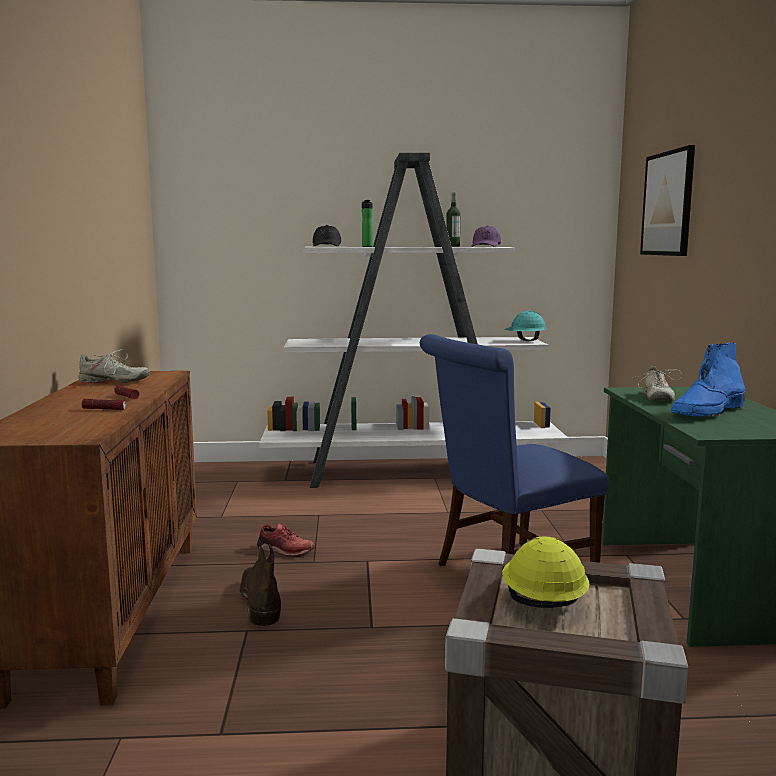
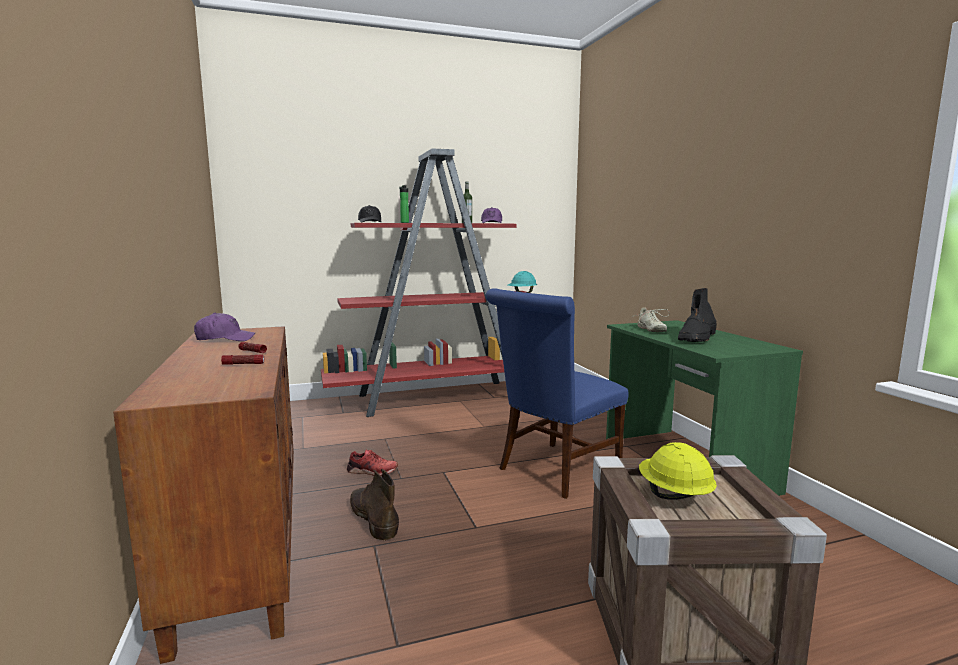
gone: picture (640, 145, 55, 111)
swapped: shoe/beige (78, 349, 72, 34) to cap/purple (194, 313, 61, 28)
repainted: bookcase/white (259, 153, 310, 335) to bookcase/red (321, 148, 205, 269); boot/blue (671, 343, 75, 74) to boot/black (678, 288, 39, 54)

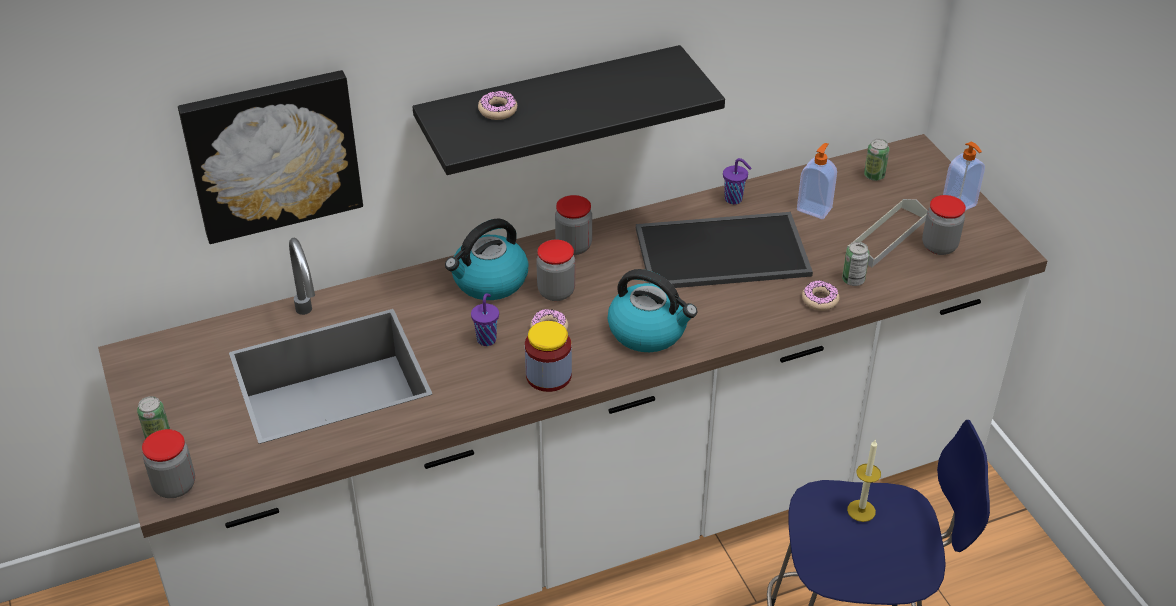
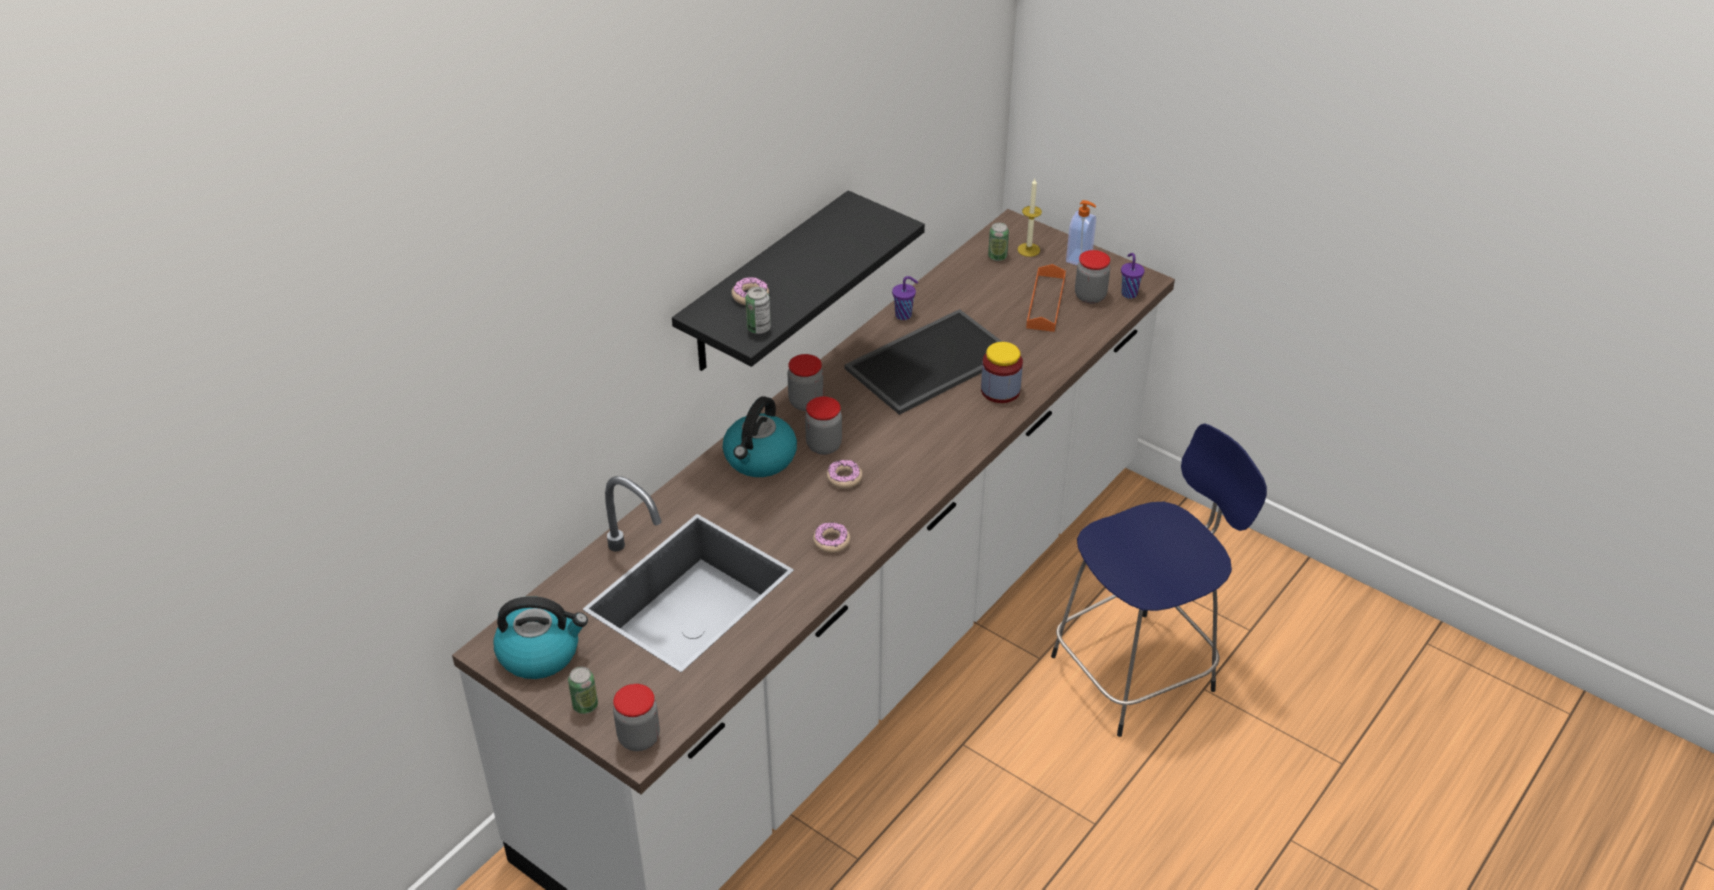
gone: picture (178, 70, 185, 174); soap dispenser (797, 143, 40, 76)
shifted: cup/purple (471, 293, 28, 53) to (1121, 253, 23, 46); jar (525, 321, 47, 71) to (981, 342, 42, 61); kettle (607, 269, 90, 83) to (493, 596, 95, 83); donut (802, 280, 37, 31) to (813, 523, 37, 30); can (842, 242, 27, 44) to (745, 287, 26, 47); candle (847, 440, 34, 82) to (1018, 179, 24, 78)
repainted: tray/grey (846, 199, 82, 68) to tray/orange (1026, 264, 40, 68)

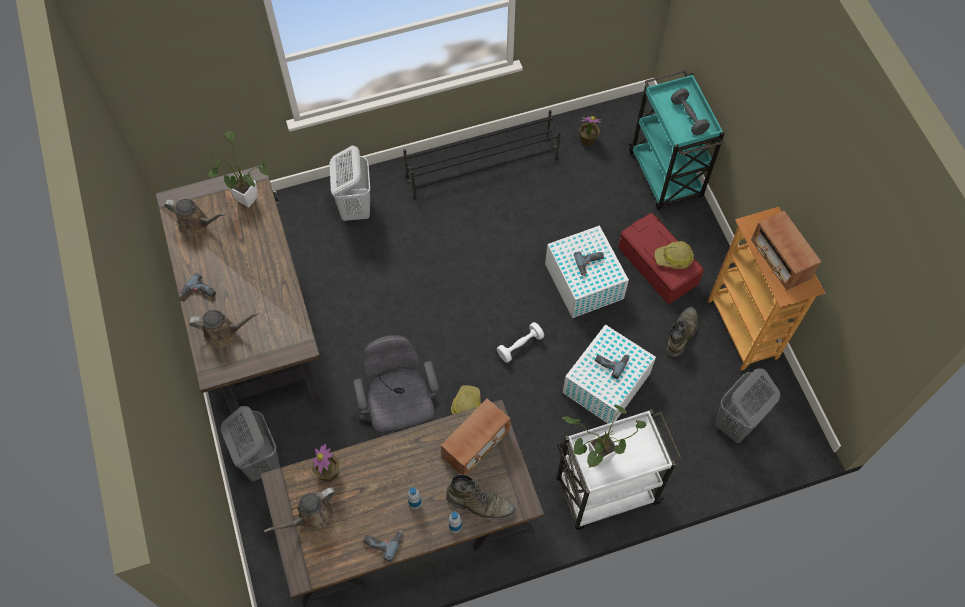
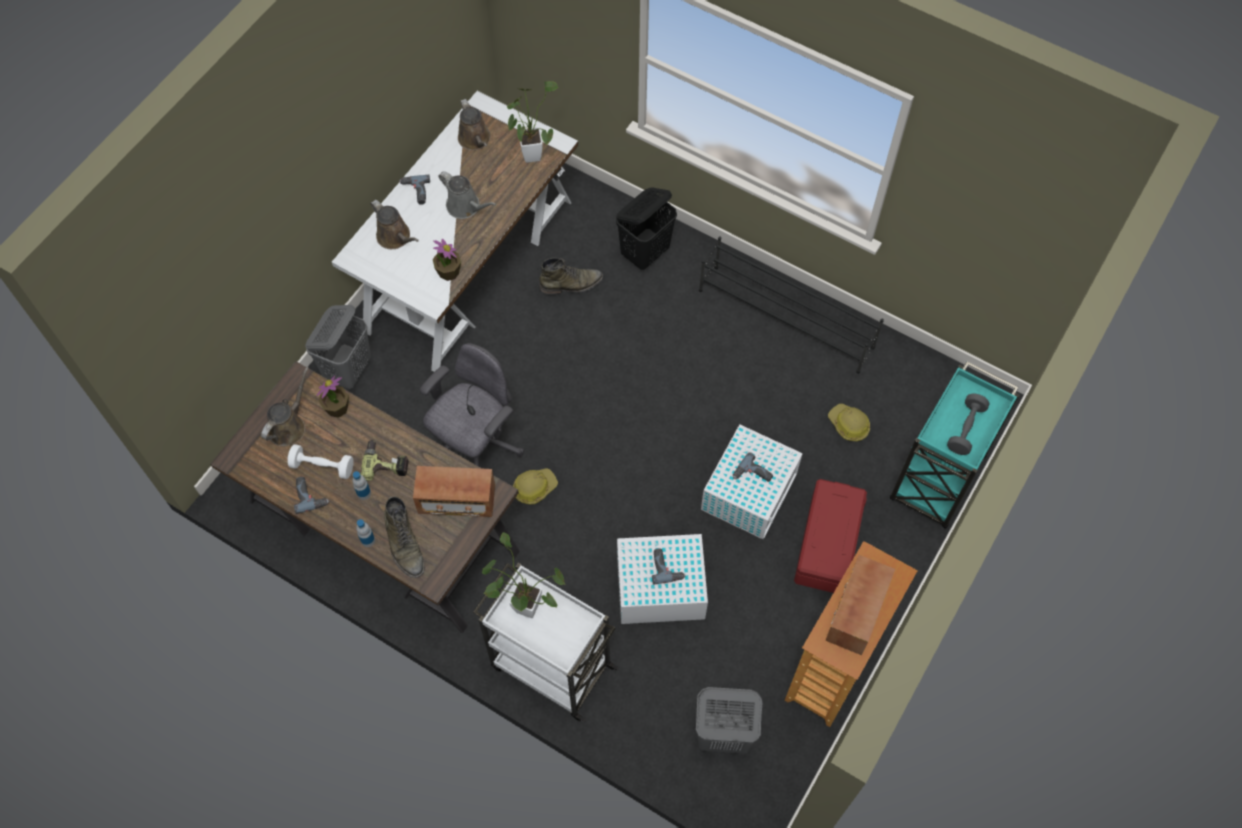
new: power drill (361, 439, 48, 42); watering can/grey (439, 171, 57, 48)
shifted: dumbbell/white (497, 322, 47, 41) to (287, 444, 67, 35); potted plant (579, 116, 22, 30) to (433, 239, 28, 42); hard hat (655, 241, 39, 28) to (828, 404, 42, 37); boot/green (667, 307, 31, 50) to (539, 258, 64, 37)
repainted: desk/brown (156, 165, 166, 260) to desk/white (332, 91, 246, 281); laundry basket/white (329, 146, 42, 75) to laundry basket/black (616, 188, 61, 82)
rotated: watering can/brown (264, 487, 72, 45) = (261, 367, 48, 79) 105 degrees clockwise

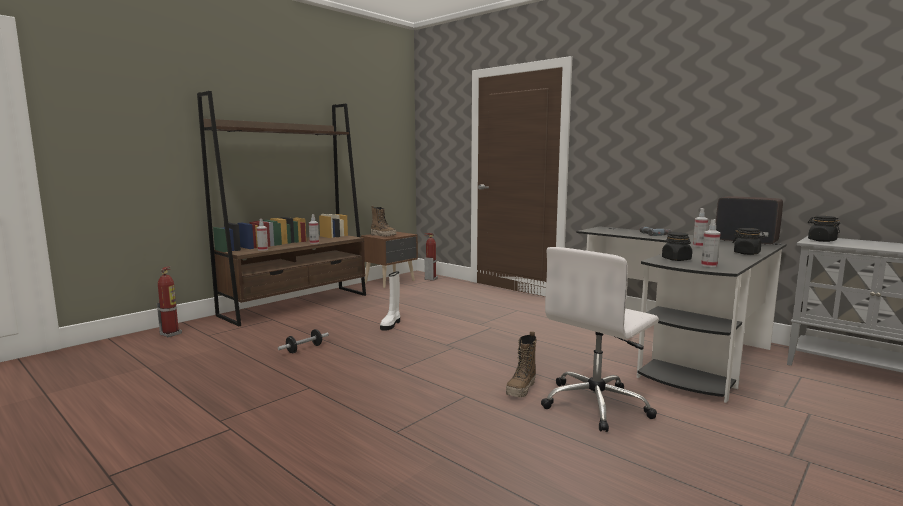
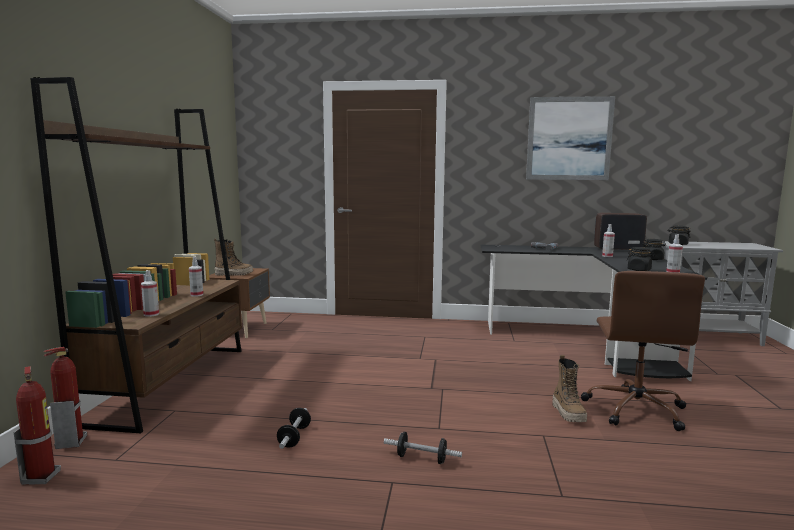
gone: boot/white (380, 271, 20, 60)
new: dumbbell (384, 432, 78, 32); picture (526, 96, 89, 84)
shifted: fire extinguisher (424, 233, 14, 48) to (43, 347, 44, 102)
repainted: office chair/white (541, 247, 118, 185) to office chair/brown (581, 271, 124, 160)

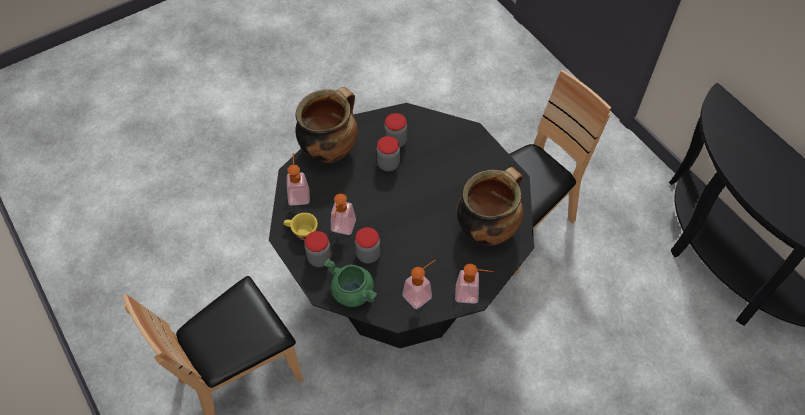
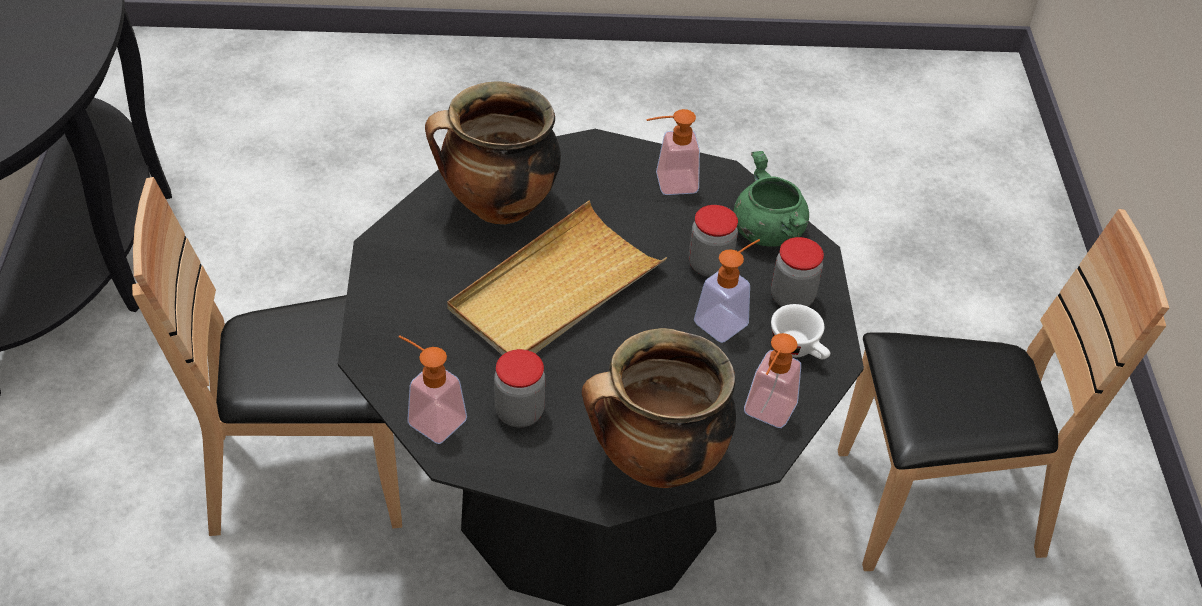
gone: jar (377, 136, 23, 35)
new: tray/beige (447, 201, 220, 154)
shifted: soap dispenser (455, 264, 39, 40) to (399, 336, 68, 108)
repainted: cup/yellow (283, 213, 35, 27) to cup/white (771, 304, 59, 55)

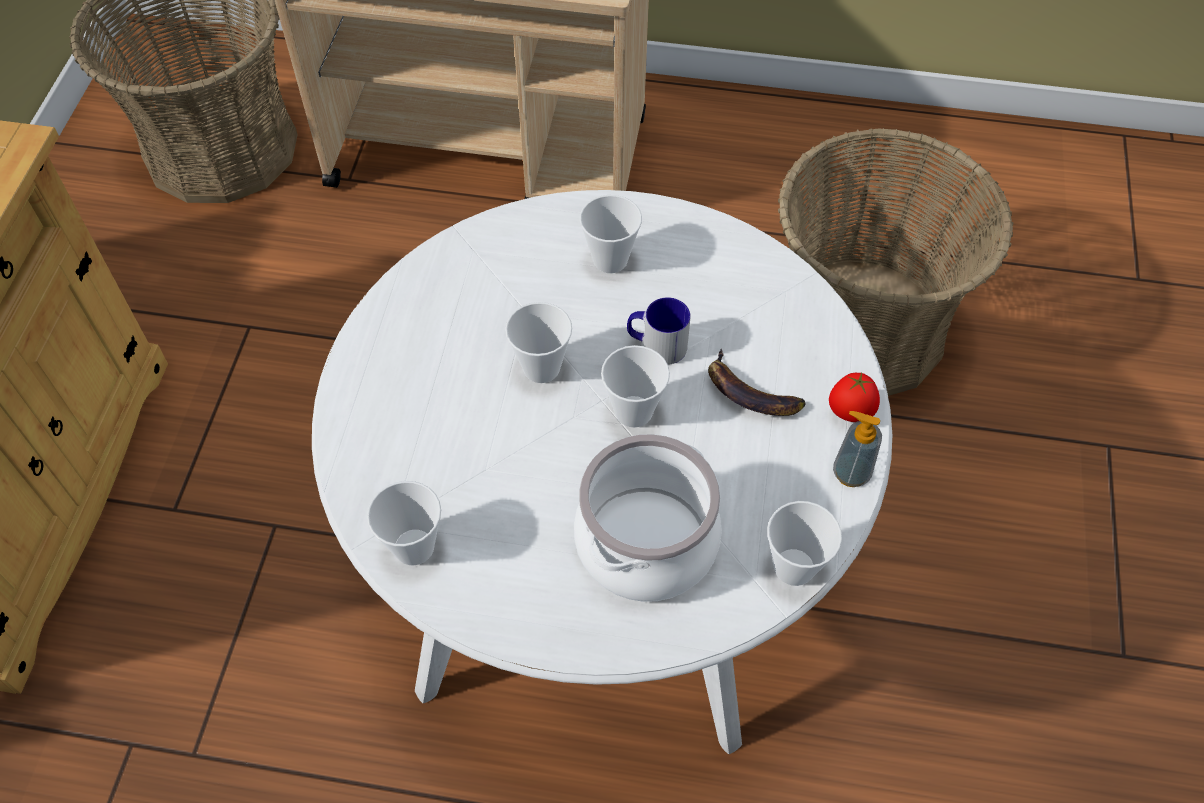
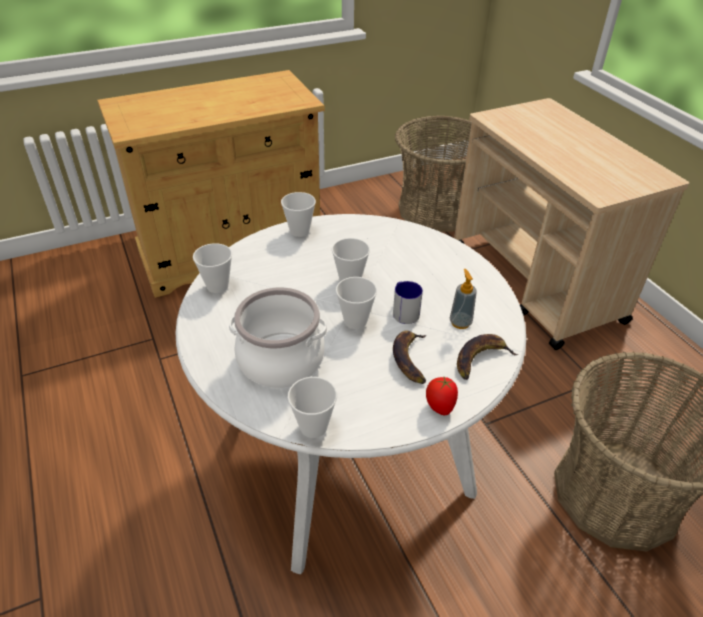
new: banana (457, 334, 61, 46)
shifted: cup (579, 195, 63, 78) to (281, 192, 35, 45); soap dispenser (833, 411, 49, 76) to (450, 269, 27, 60)

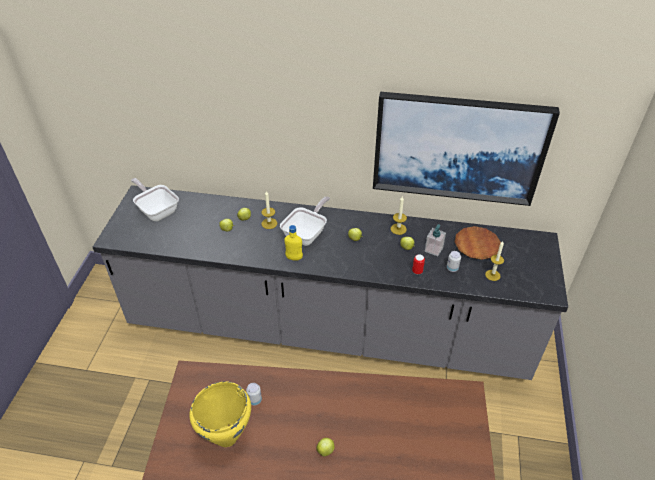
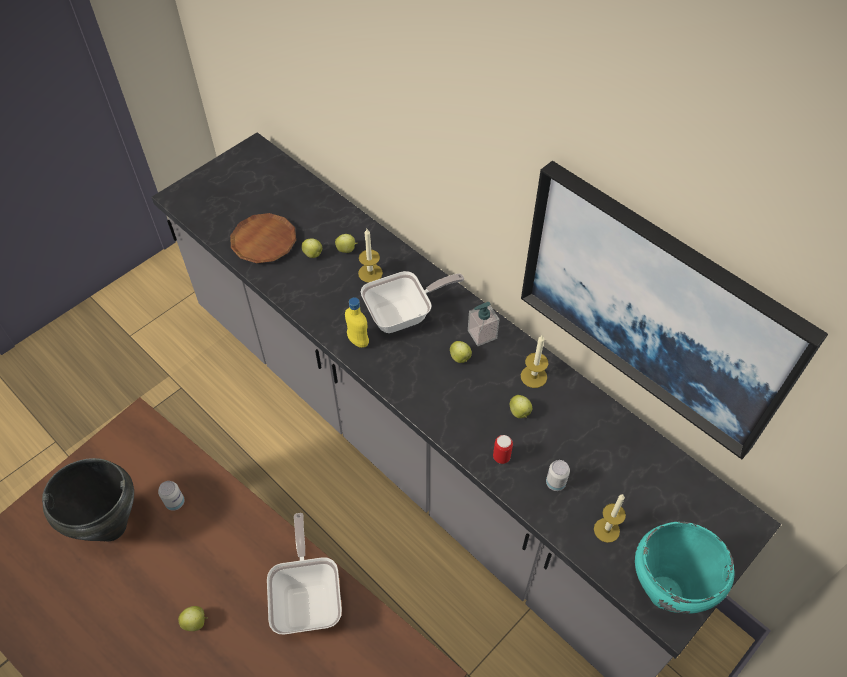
new: cooking pot/turquoise (635, 522, 99, 92)
shifted: frying pan (131, 178, 48, 43) to (267, 513, 75, 121); soap dispenser (425, 224, 21, 33) to (468, 302, 32, 44); plate/brown (455, 226, 46, 34) to (230, 213, 66, 50)
repainted: cooking pot/yellow (189, 381, 62, 66) to cooking pot/black (42, 458, 92, 84)

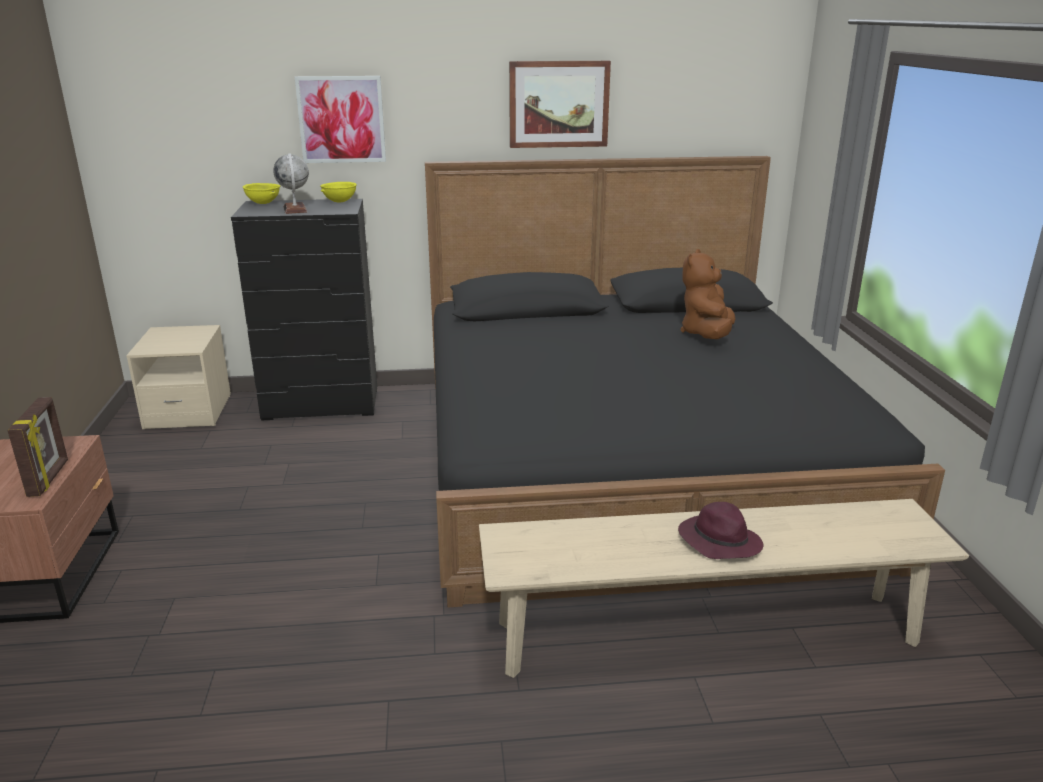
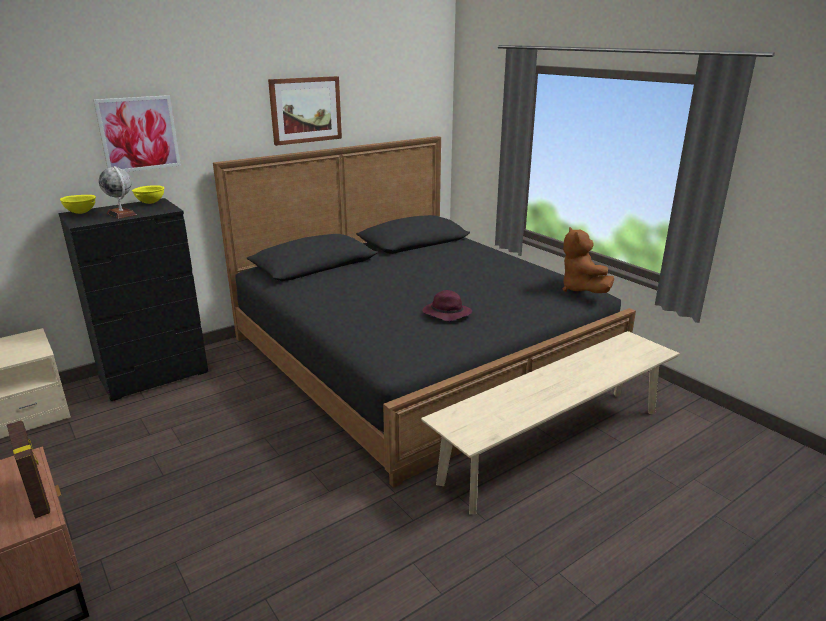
shifted: hat/purple (678, 502, 86, 57) to (422, 290, 50, 31); plush toy/brown (681, 249, 55, 90) to (563, 227, 51, 66)

